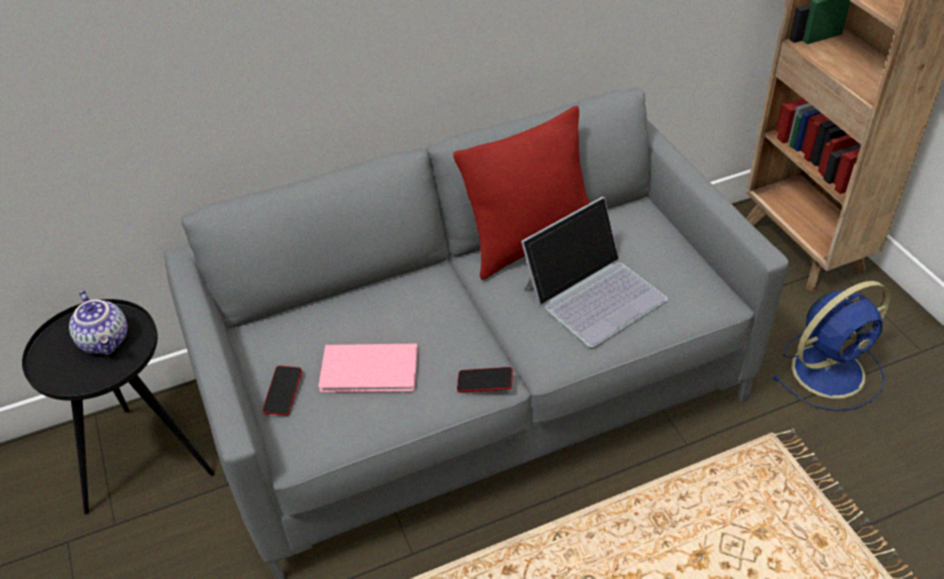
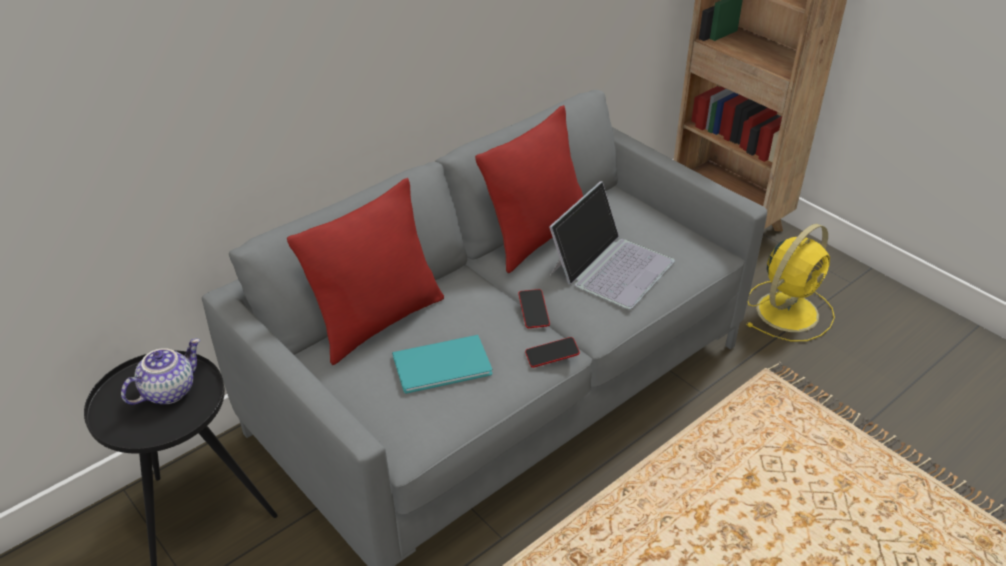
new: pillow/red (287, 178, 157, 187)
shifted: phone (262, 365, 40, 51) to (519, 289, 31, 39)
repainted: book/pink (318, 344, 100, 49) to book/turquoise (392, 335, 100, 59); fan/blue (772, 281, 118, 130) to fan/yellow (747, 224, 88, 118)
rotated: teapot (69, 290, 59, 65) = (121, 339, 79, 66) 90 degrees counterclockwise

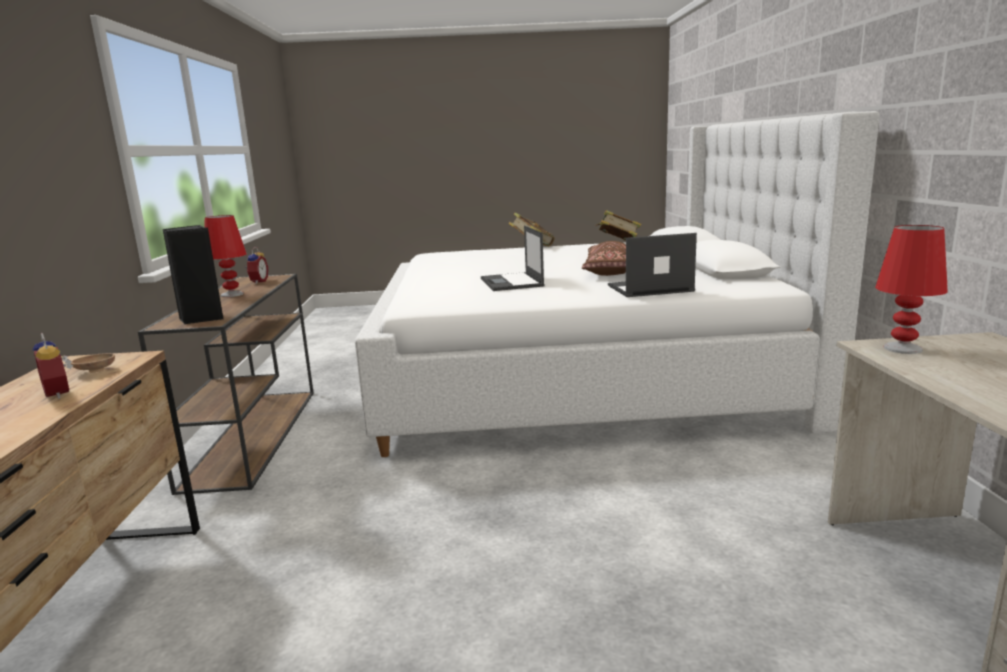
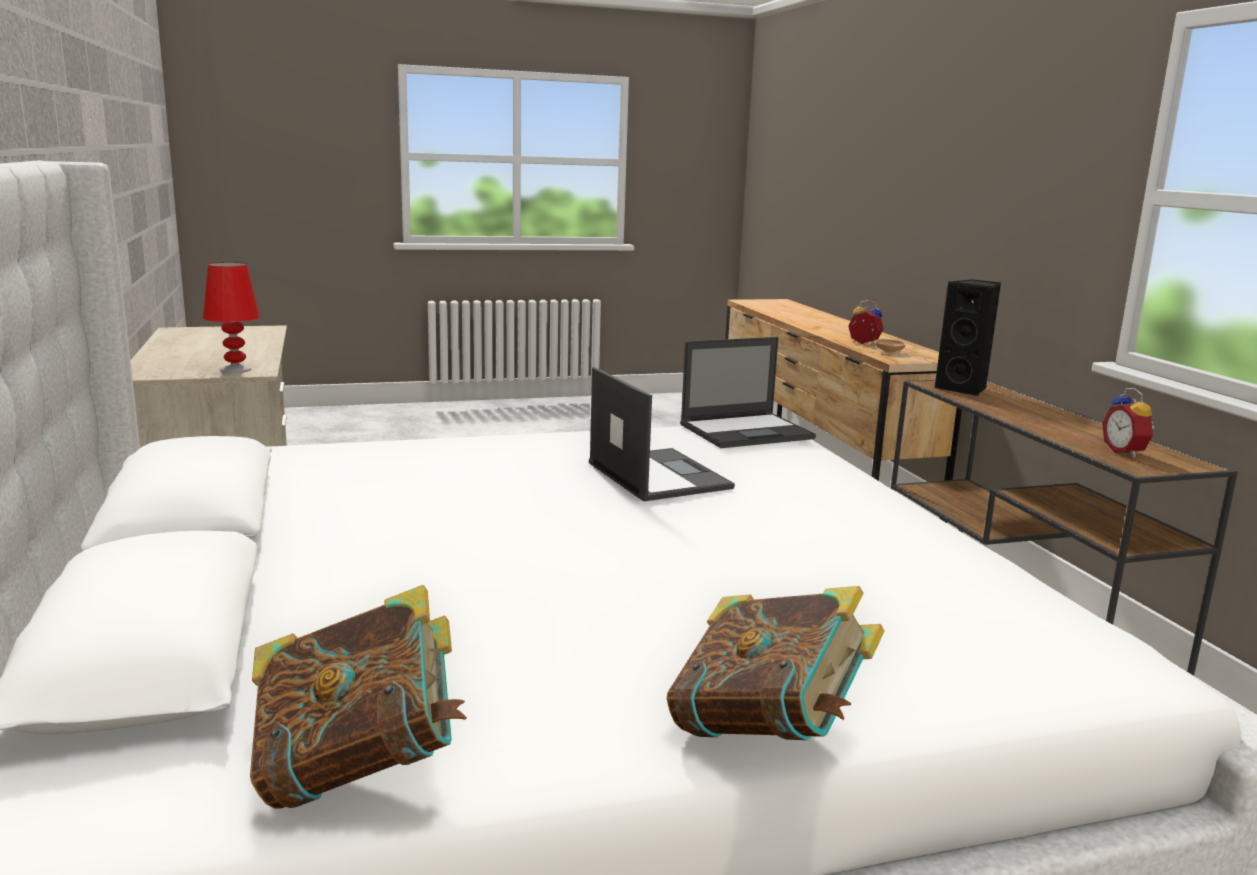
gone: table lamp/red (205, 215, 42, 82); pillow/brown (582, 241, 44, 35)
shifted: laptop (608, 233, 89, 64) to (680, 337, 136, 111)

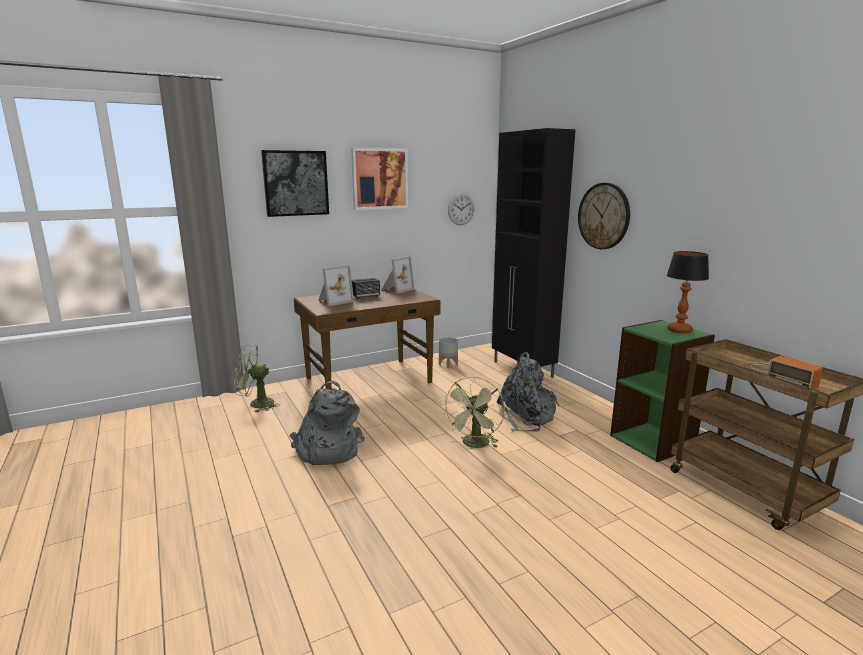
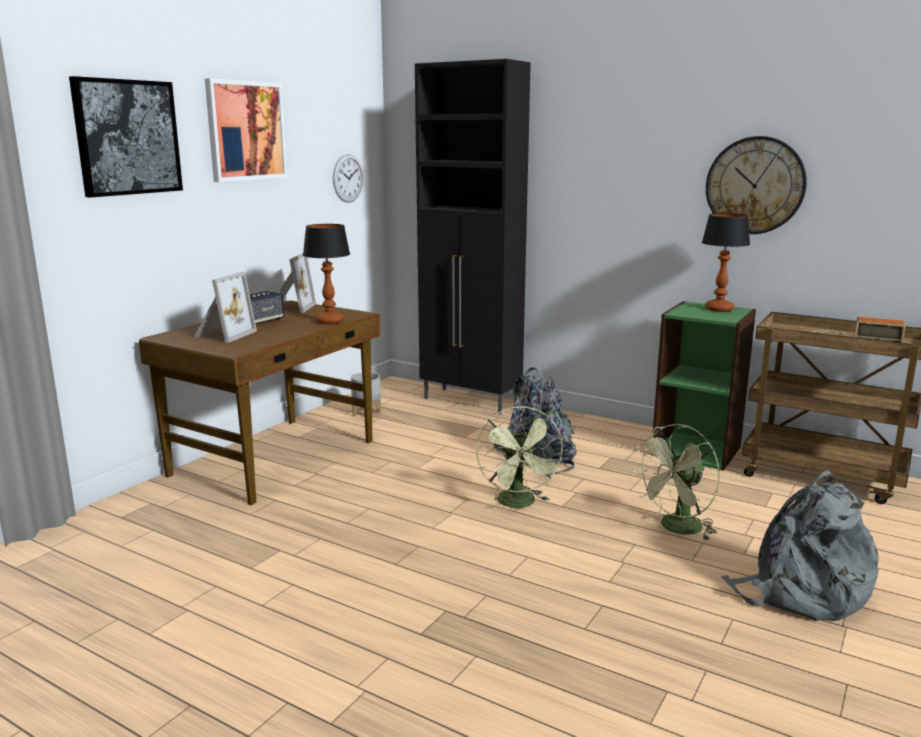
new: table lamp (303, 224, 47, 100)
shifted: fan/green (234, 345, 46, 67) to (633, 424, 87, 117); backpack/grey (289, 381, 76, 84) to (721, 470, 158, 151); wall clock (578, 183, 52, 66) to (706, 136, 101, 98)

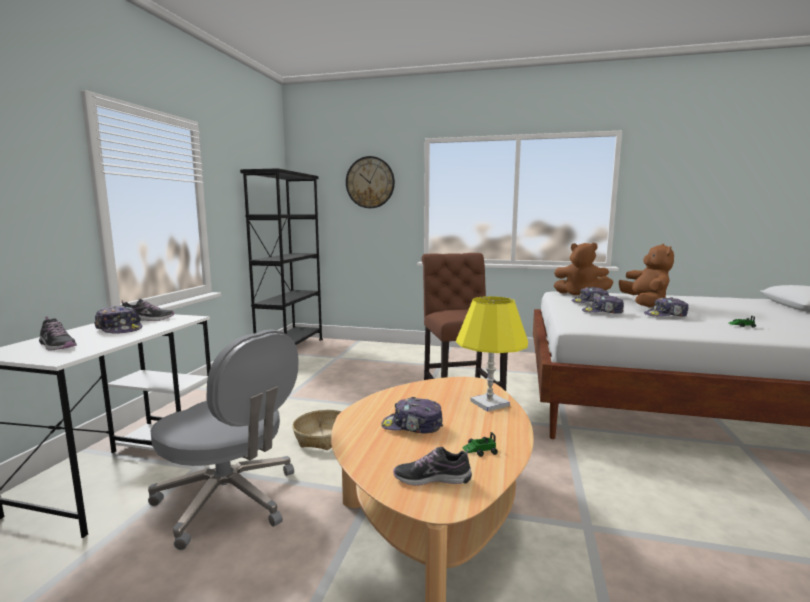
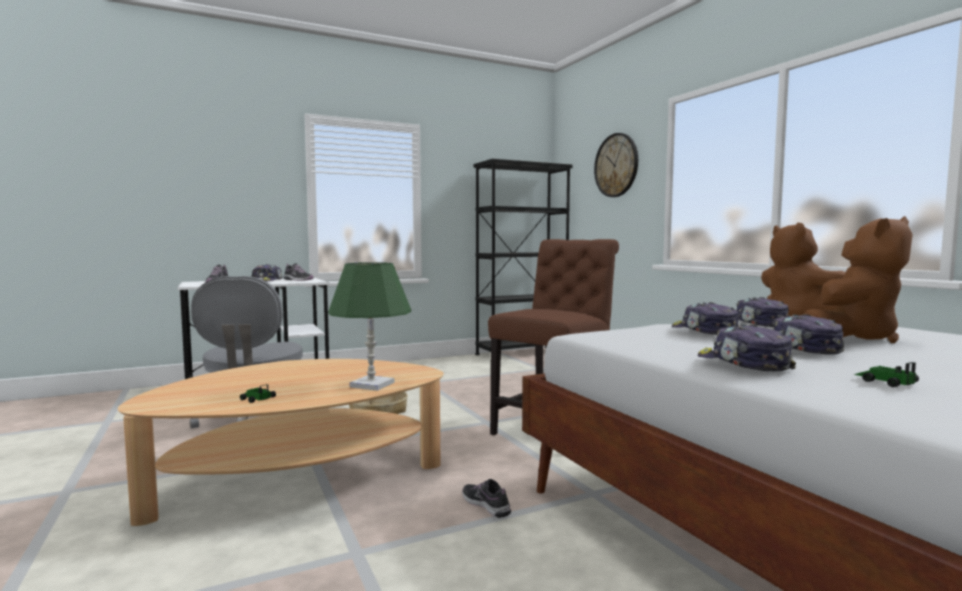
shifted: cap (381, 397, 62, 37) to (697, 324, 99, 47); shoe (393, 447, 79, 39) to (462, 479, 49, 39)
repainted: table lamp/yellow (456, 296, 72, 116) to table lamp/green (328, 262, 83, 129)

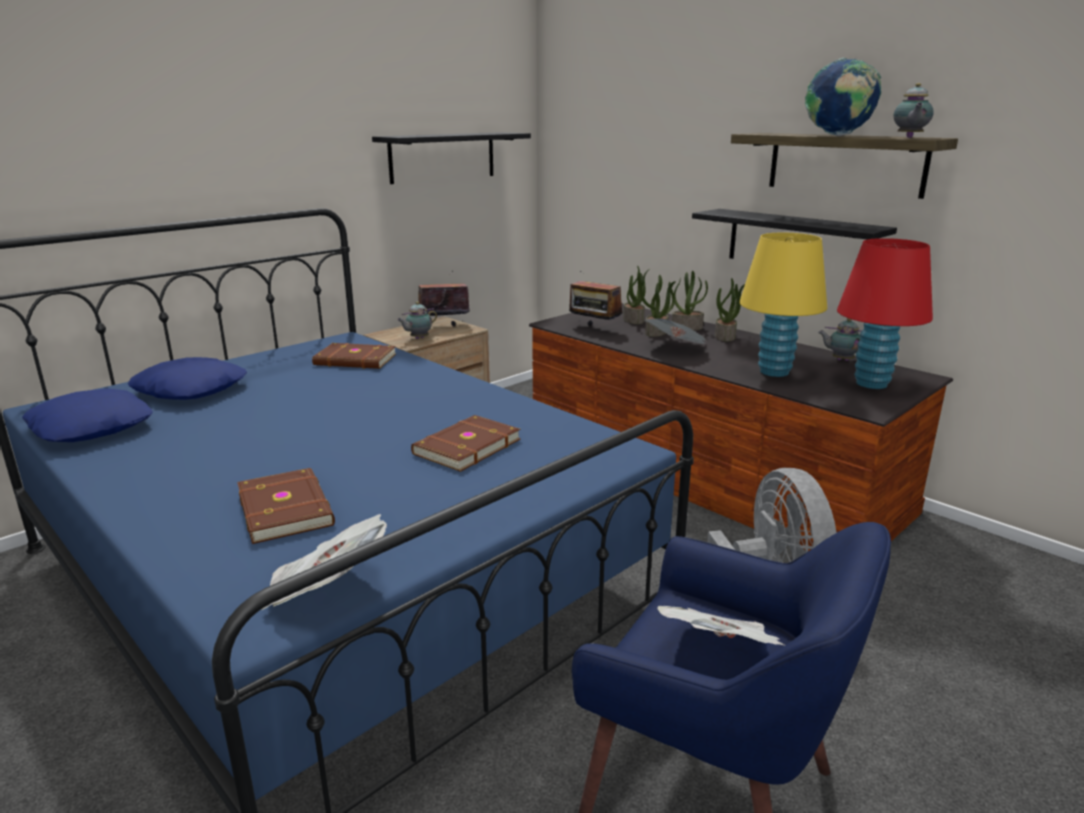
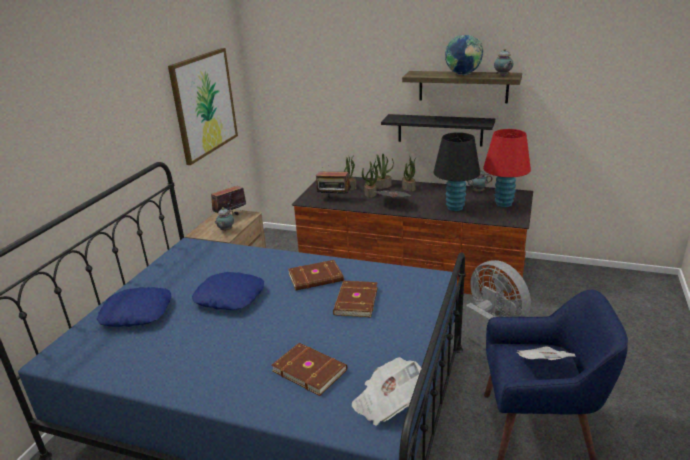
shifted: pillow/blue (22, 388, 131, 54) to (192, 272, 72, 38); book/brown (312, 343, 84, 26) to (288, 260, 56, 30)
swapped: shelf/black (372, 132, 159, 52) to picture (168, 48, 70, 117)
repainted: table lamp/yellow (739, 233, 88, 144) to table lamp/black (433, 132, 47, 79)

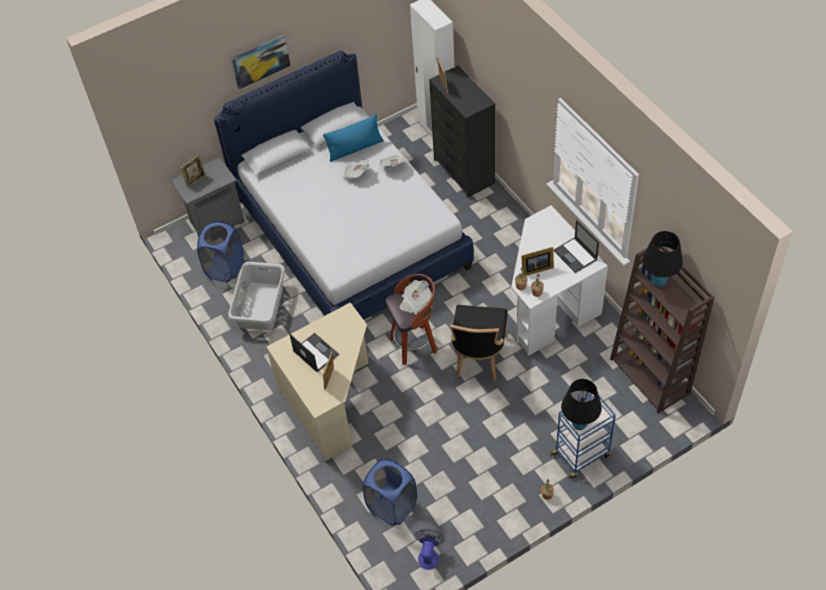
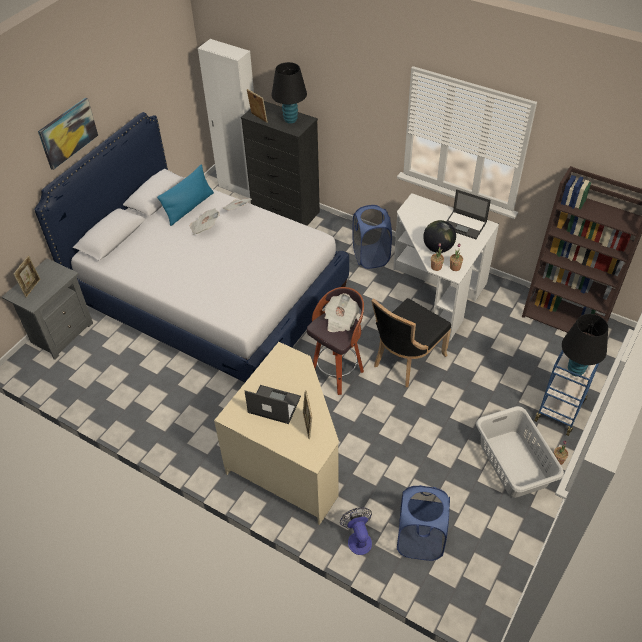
shifted: laundry basket/blue (197, 221, 46, 61) to (352, 205, 40, 64); laundry basket/grey (228, 262, 57, 69) to (476, 406, 88, 92); fan (415, 529, 29, 41) to (340, 507, 32, 48); table lamp/black (642, 231, 41, 56) to (271, 62, 36, 62)
swapped: picture frame (521, 247, 33, 29) to globe (423, 220, 33, 33)
rotated: chair/black (450, 305, 58, 76) = (371, 298, 80, 89) 60 degrees clockwise

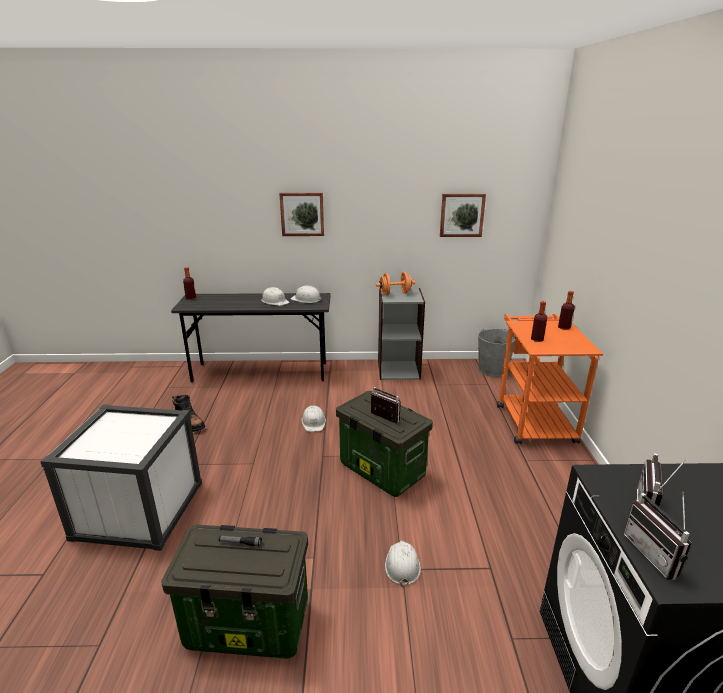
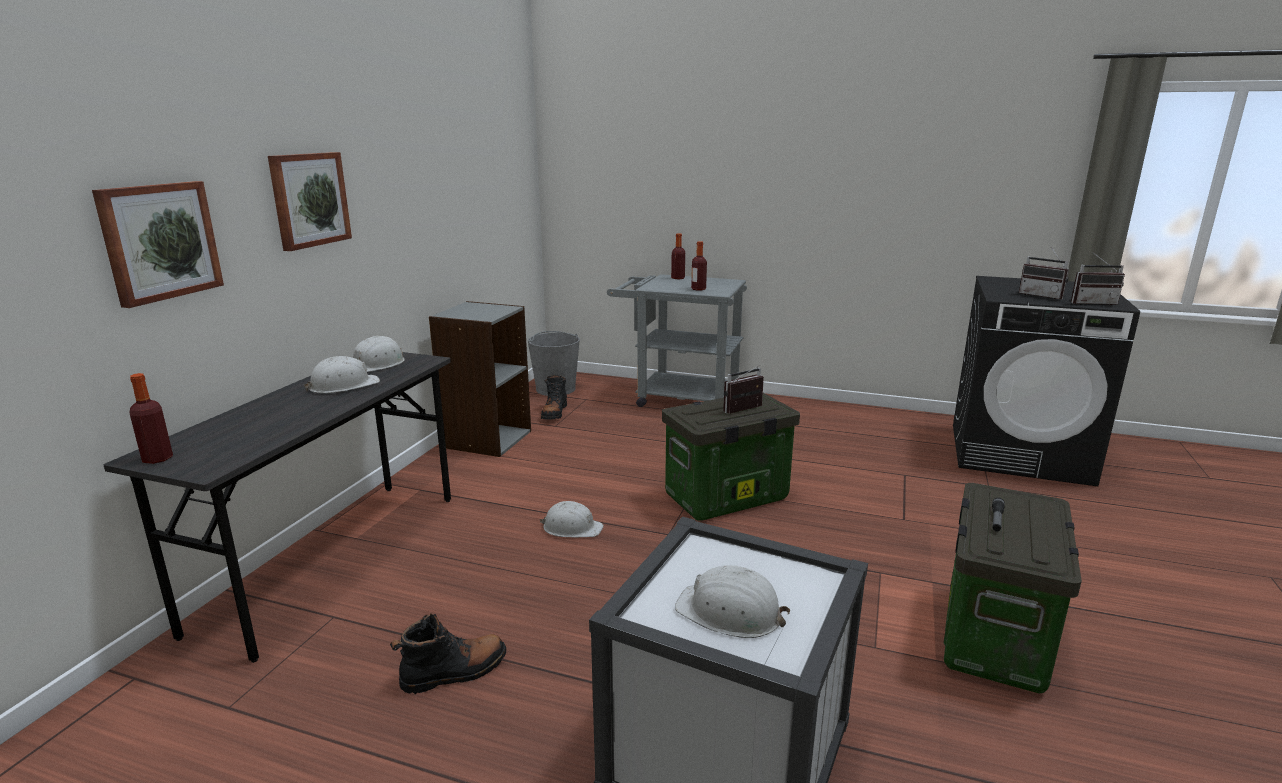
gone: dumbbell/orange (376, 272, 39, 23)
new: boot/black (541, 375, 26, 44)
shifted: hard hat/white (385, 540, 36, 47) to (675, 565, 115, 73); picture (440, 193, 46, 44) to (92, 181, 132, 127)
repainted: cart/orange (497, 314, 106, 130) to cart/grey (607, 274, 140, 133)

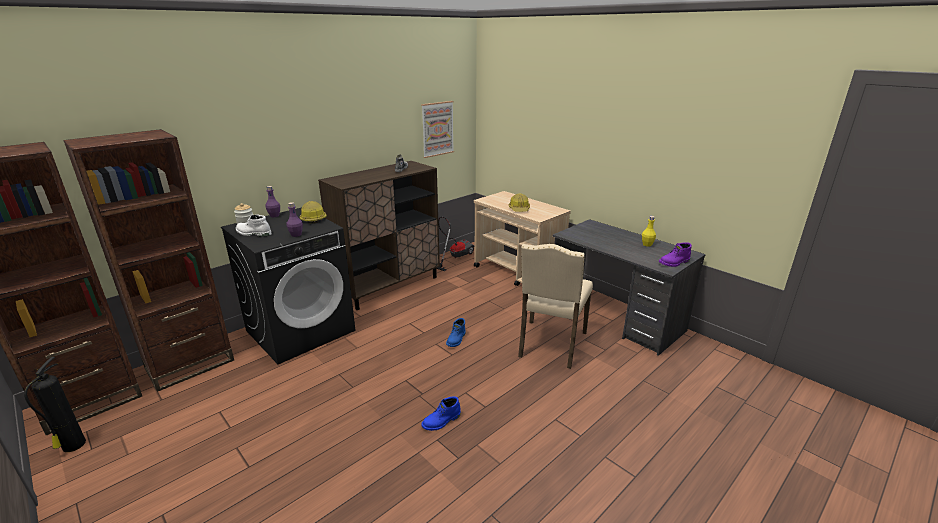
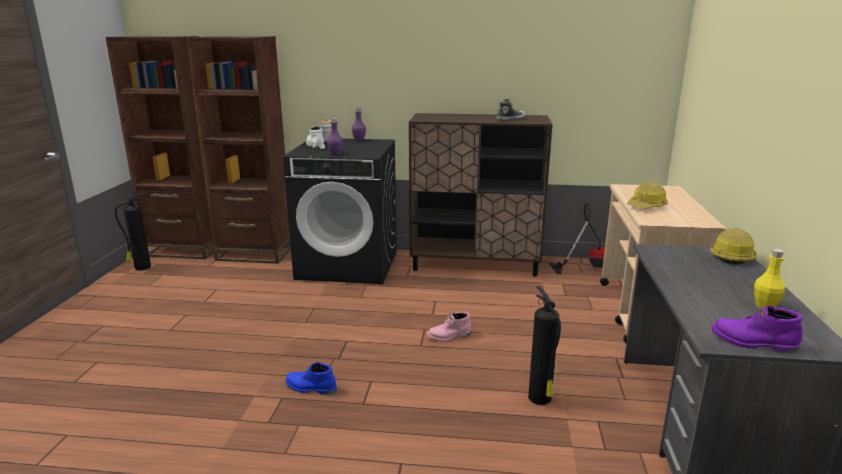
gone: picture (421, 101, 33, 57)
shifted: hard hat (300, 201, 27, 23) to (710, 228, 47, 37)
swapped: chair/beige (518, 244, 75, 125) to fire extinguisher (528, 286, 33, 119)
repainted: boot/blue (446, 318, 20, 29) to boot/pink (427, 312, 44, 30)

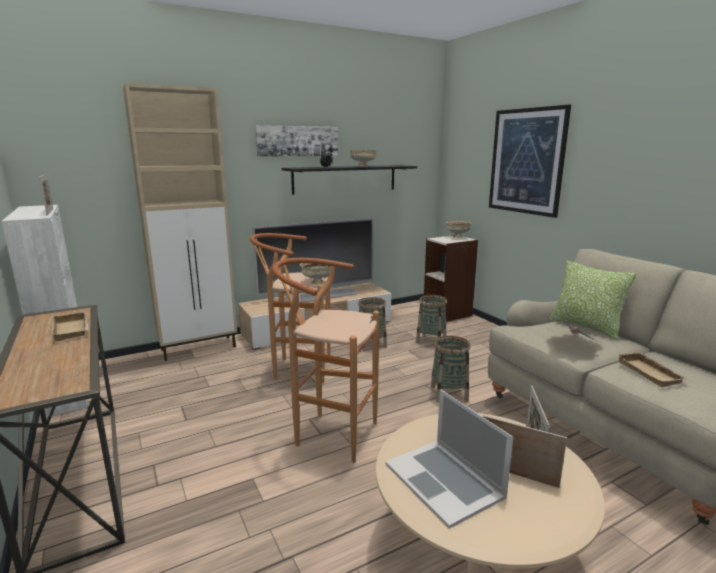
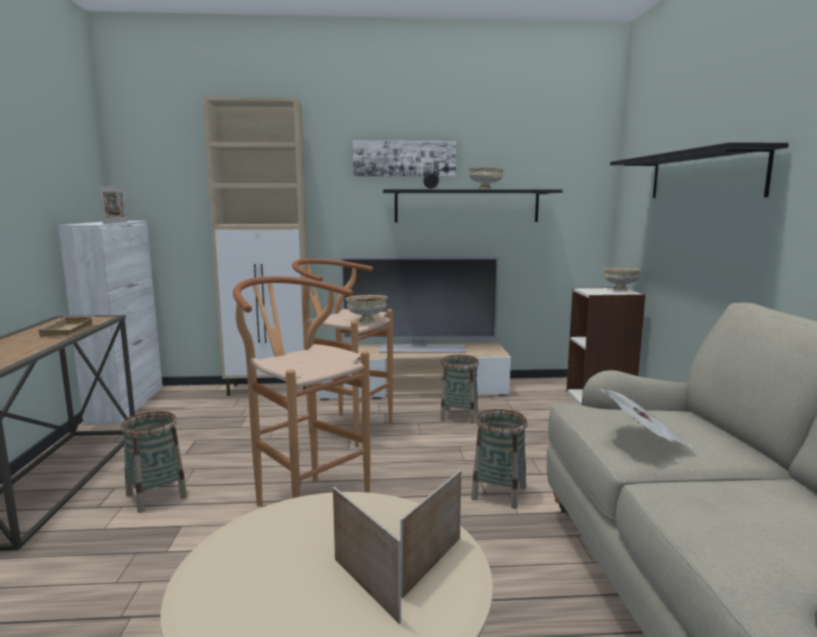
gone: laptop (385, 389, 128, 140); pillow (549, 261, 88, 79); tray/beige (617, 352, 71, 35)
shifted: basket (416, 295, 31, 48) to (121, 411, 66, 102)
swapped: picture (489, 105, 82, 113) to shelf/black (610, 142, 179, 56)

